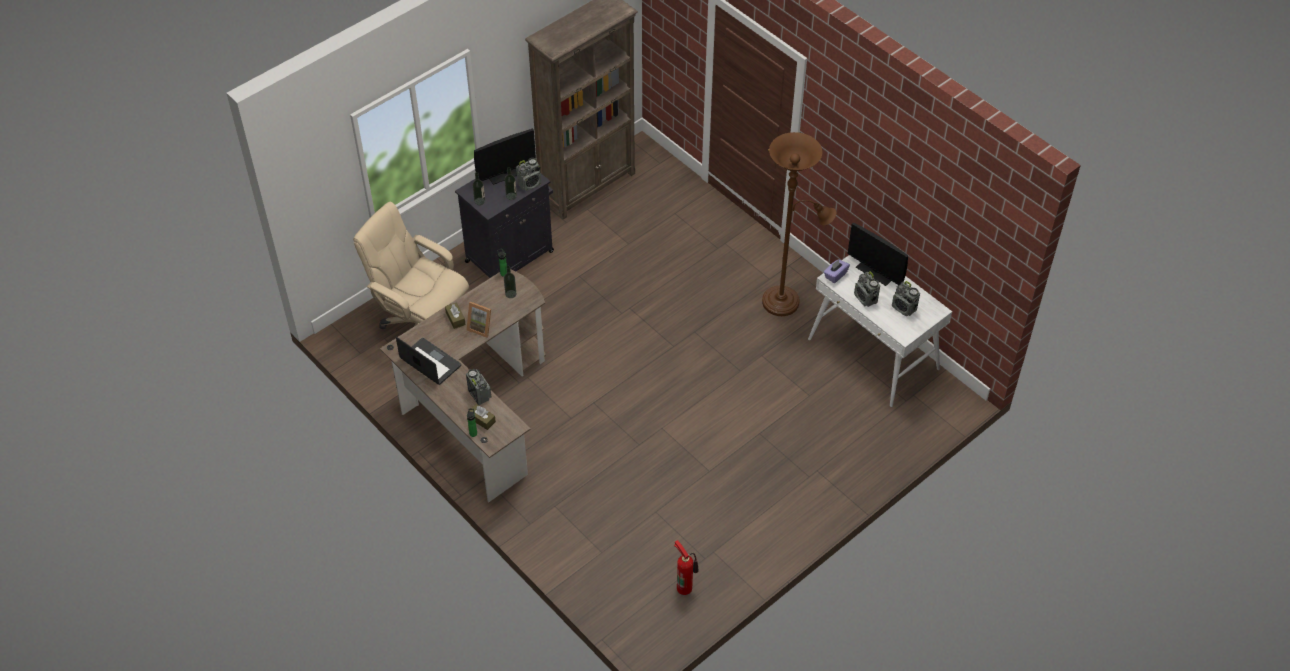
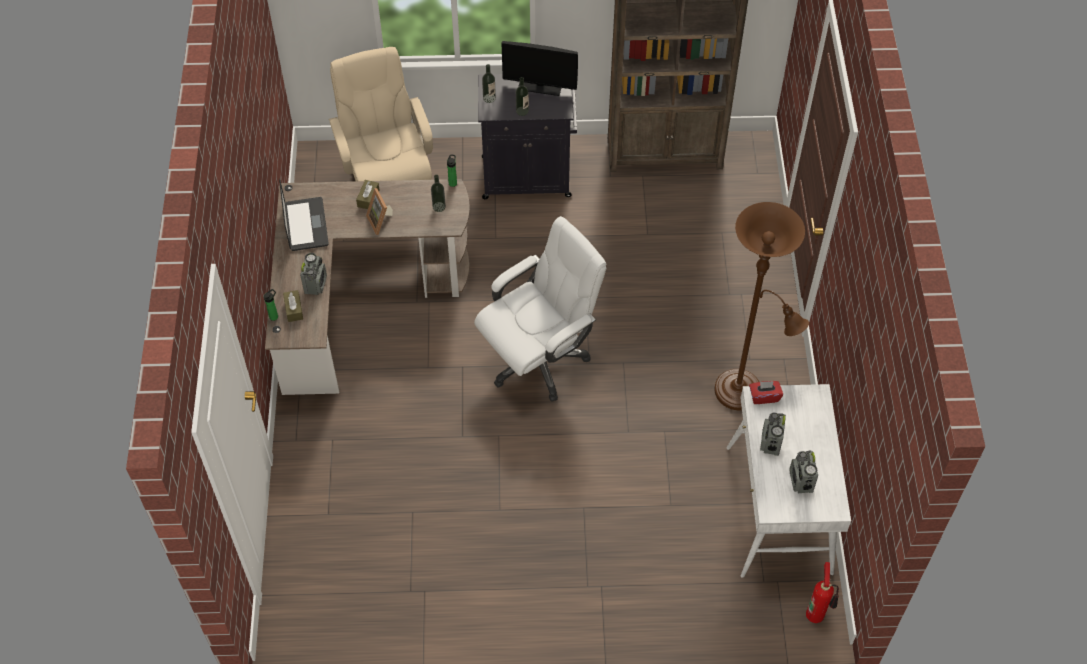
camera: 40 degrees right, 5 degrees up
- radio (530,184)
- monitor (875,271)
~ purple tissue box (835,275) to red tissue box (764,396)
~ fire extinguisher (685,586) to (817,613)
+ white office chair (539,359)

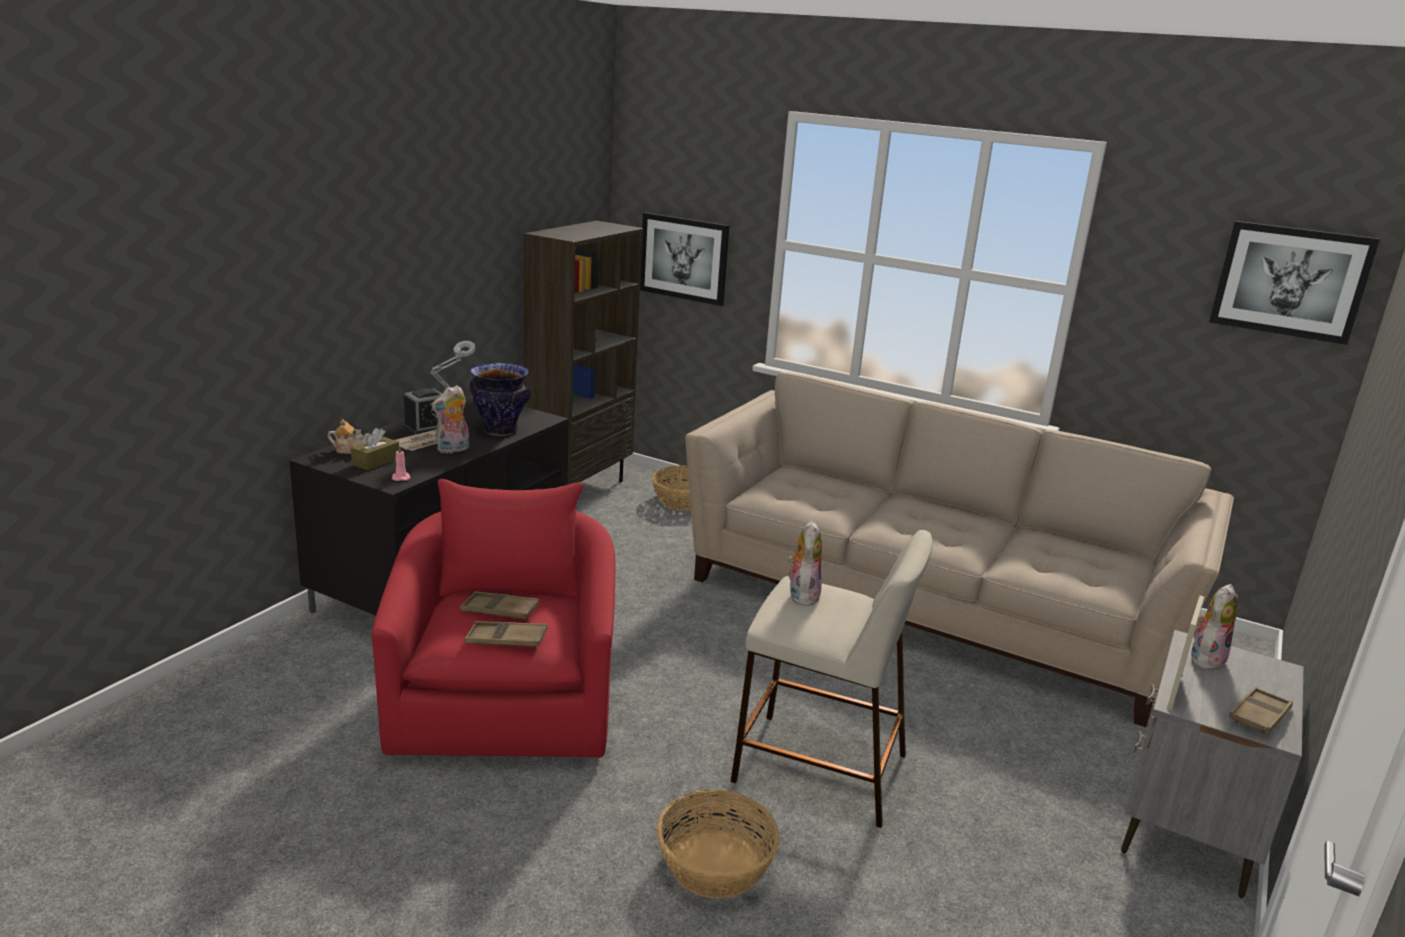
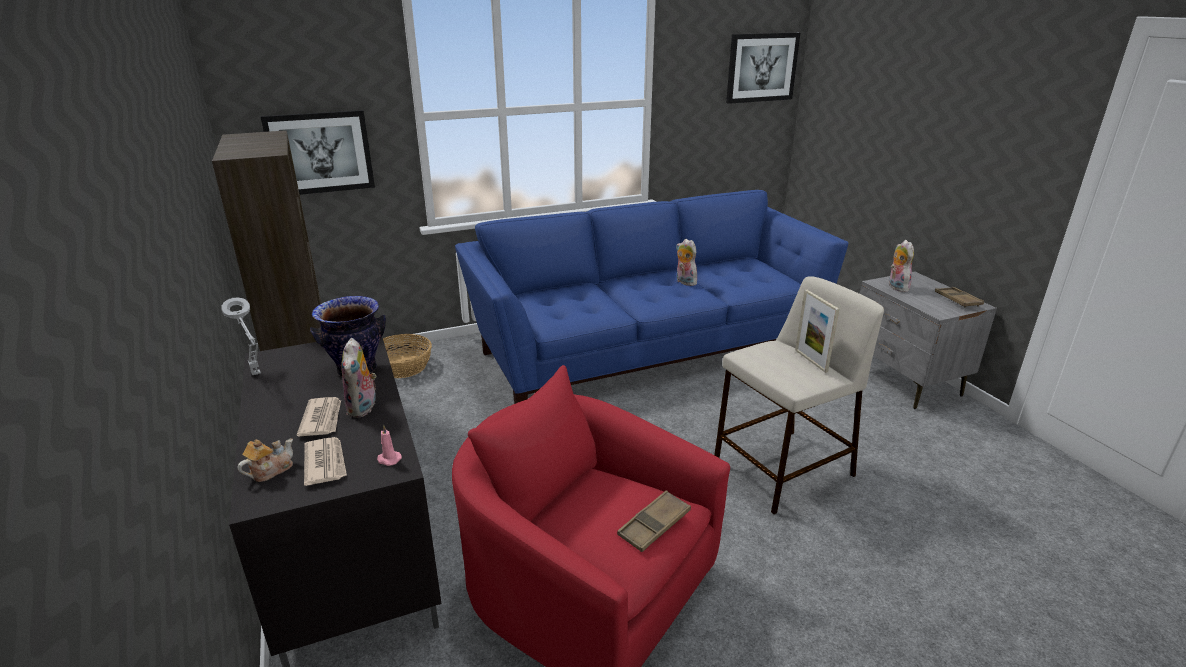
camera: 50 degrees left, 5 degrees up
~ beige sofa (930,605) to blue sofa (648,346)
- alarm clock (426,427)
~ brown tissue box (376,461) to newspaper (325,463)
~ plush toy (801,595) to (684,282)
- brown tray (499,610)
~ picture frame (1174,693) to (811,361)
- basket (715,865)

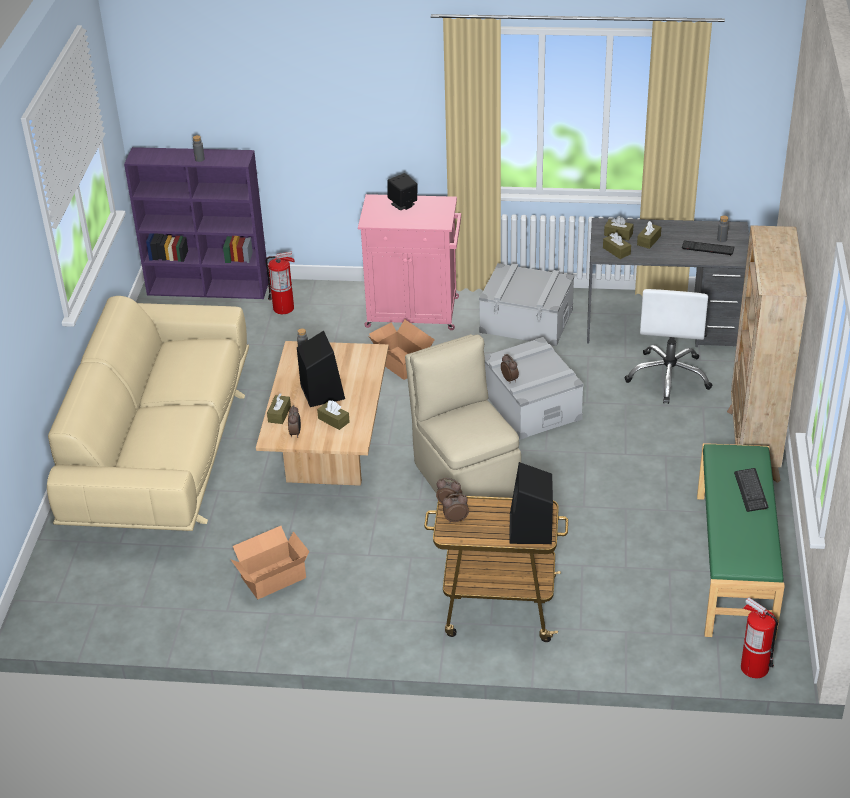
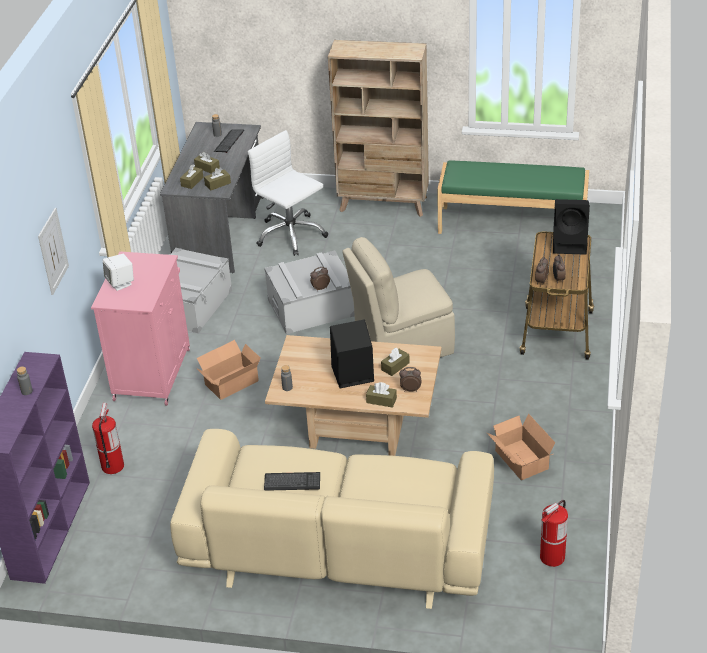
camera: 85 degrees left, 0 degrees up
~ black speaker (403,204) to white speaker (121,283)
~ white office chair (669,376) = (290,235) 150 degrees counterclockwise
~ keyboard (750,491) to (292,482)
~ fire extinguisher (754,668) to (552,557)
+ picture (53,251)

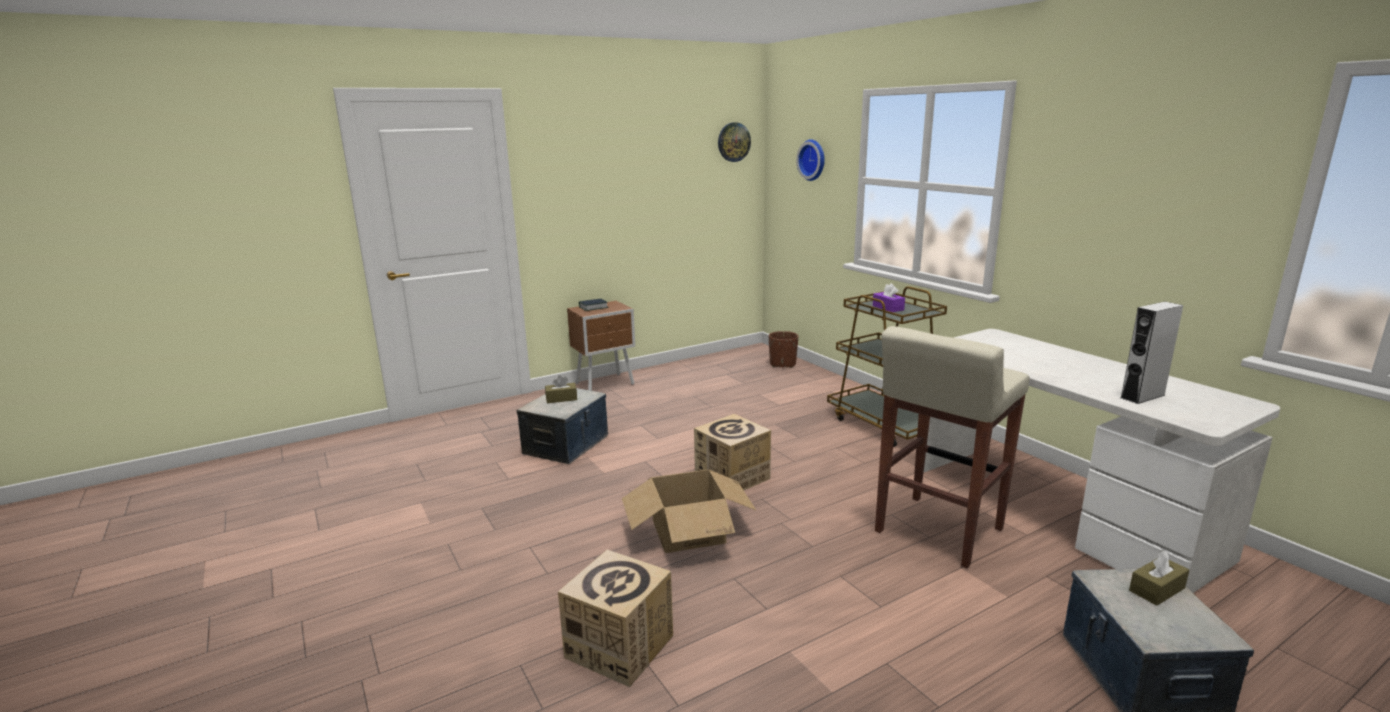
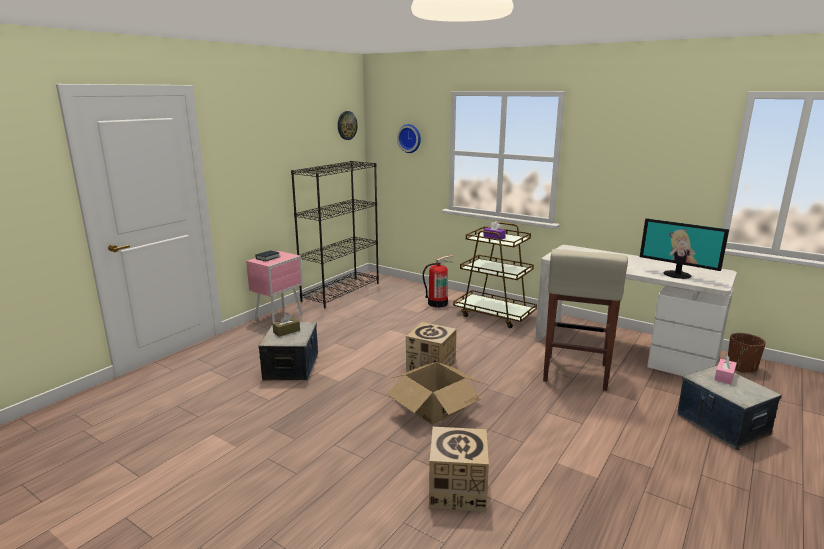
camera: 25 degrees left, 0 degrees up
~ brown nightstand (606,384) to pink nightstand (280,317)
~ grey speaker (1142,396) to monitor (677,274)
~ brown planter (782,364) to (741,367)
~ brown tissue box (1156,589) to pink tissue box (724,376)
+ black bookcase (341,292)
+ fire extinguisher (437,303)

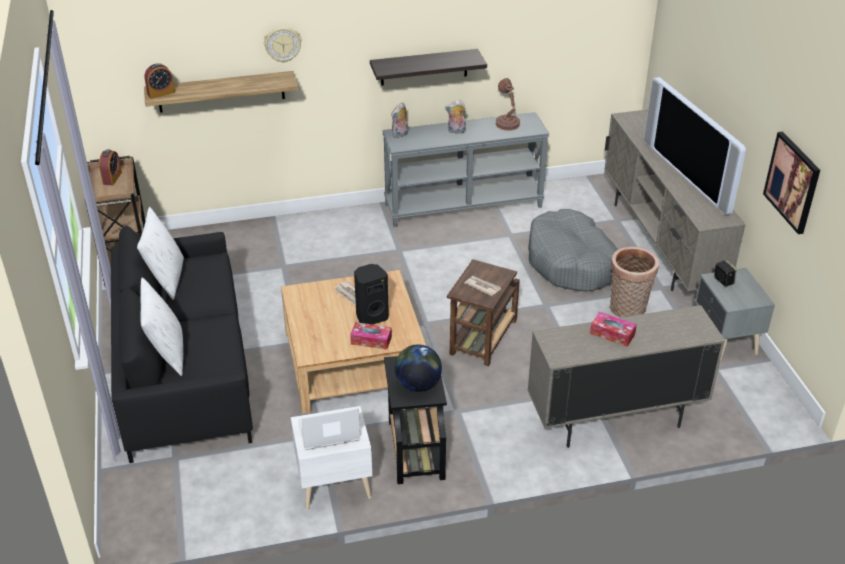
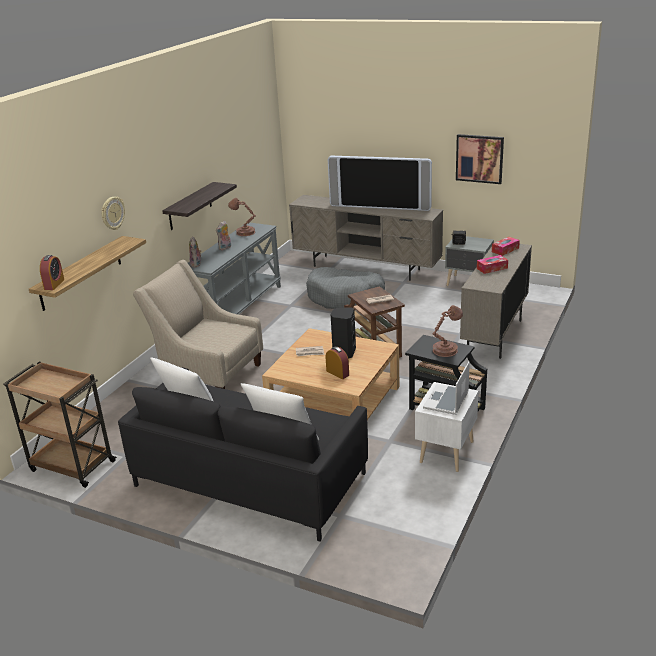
camera: 50 degrees left, 10 degrees down
~ alarm clock (112,178) to (337,373)
- basket (627,310)
~ tissue box (371,340) to (505,250)
~ globe (418,384) to brown table lamp (446,349)
+ beige armchair (208,375)

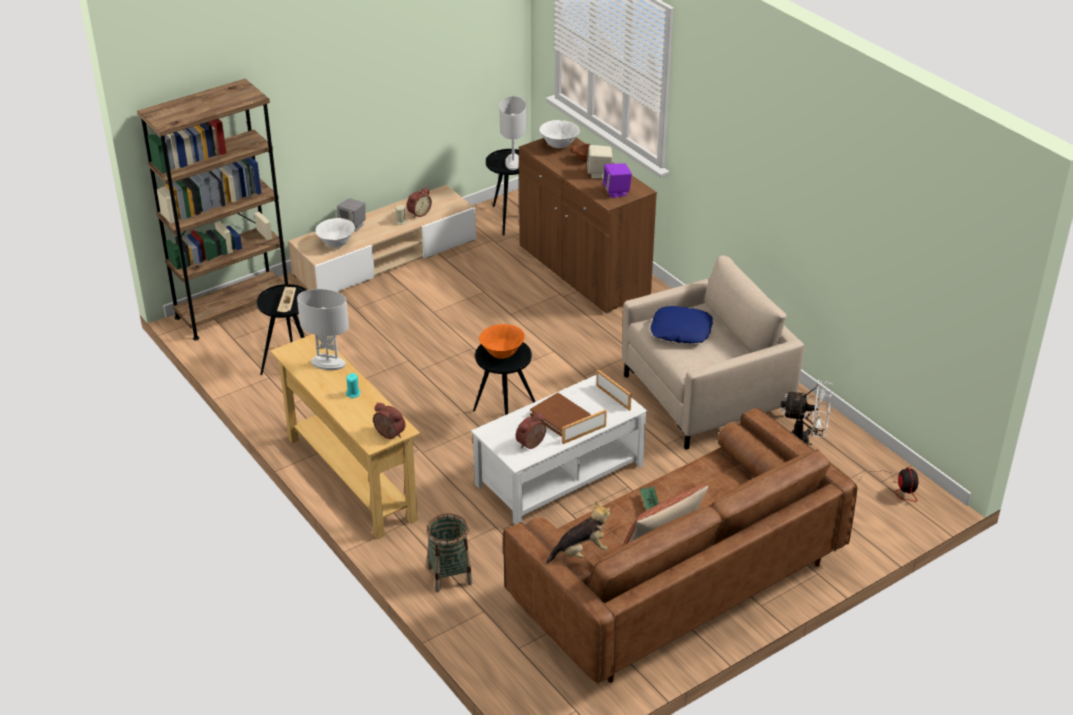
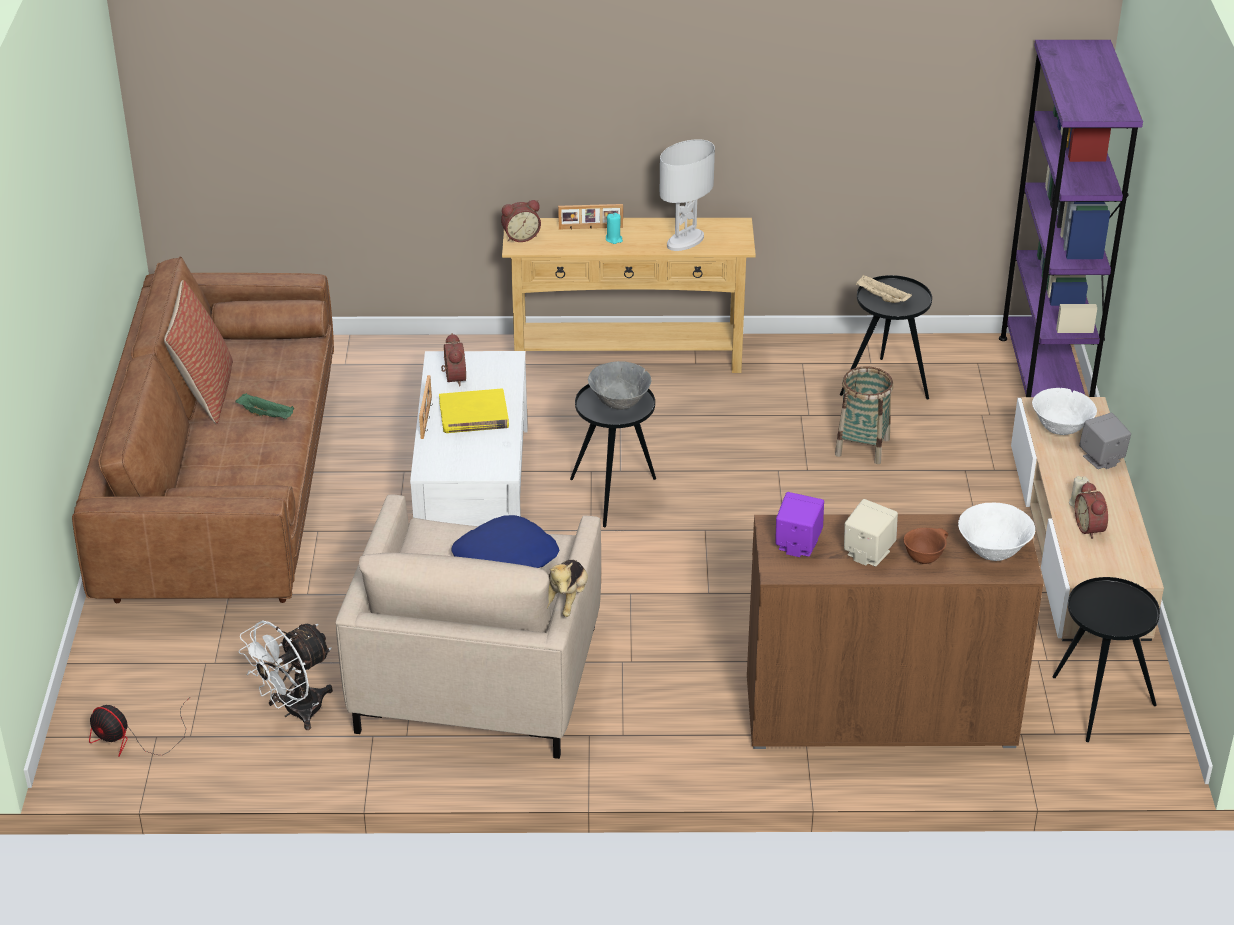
camera: 125 degrees right, 0 degrees up
~ brown bookcase (233,310) to purple bookcase (1044,380)
- white table lamp (513,163)
~ orange bowl (502,354) to grey bowl (619,404)
~ picture frame (614,397) to (590,228)
~ brown book (560,417) to yellow book (474,415)
~ plush toy (580,552) to (566,600)
~ basket (449,575) to (862,447)

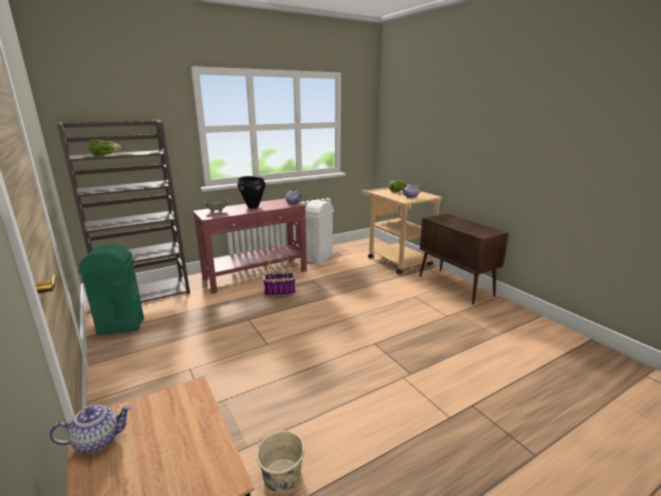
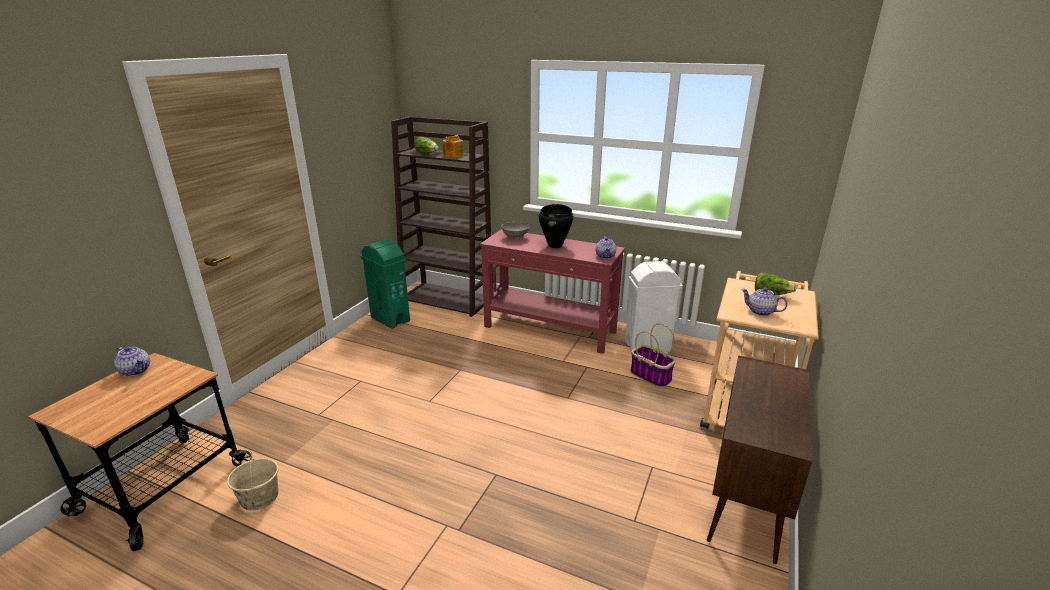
camera: 55 degrees right, 5 degrees up
~ basket (280,292) to (651,376)
+ teapot (453,155)

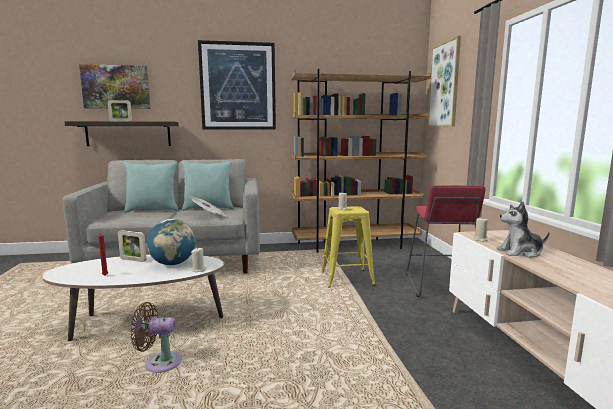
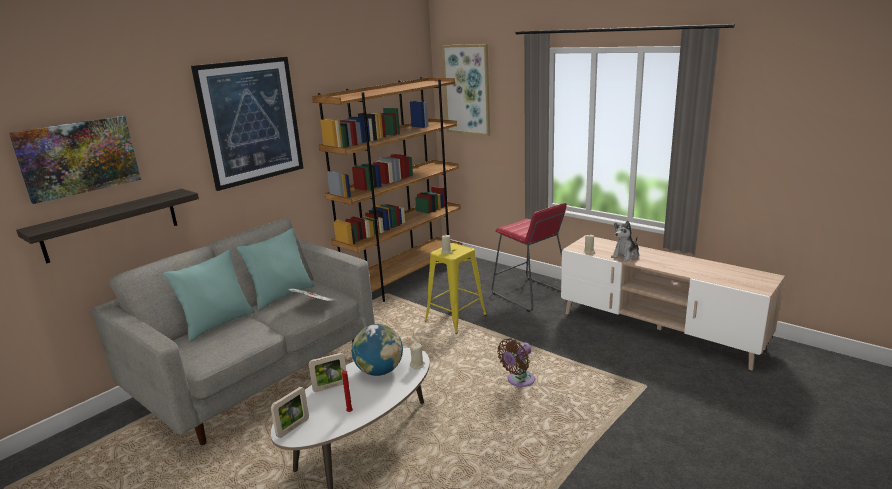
camera: 40 degrees left, 10 degrees up
~ picture frame (120,121) to (293,427)
~ brown fan (159,363) to (519,381)

